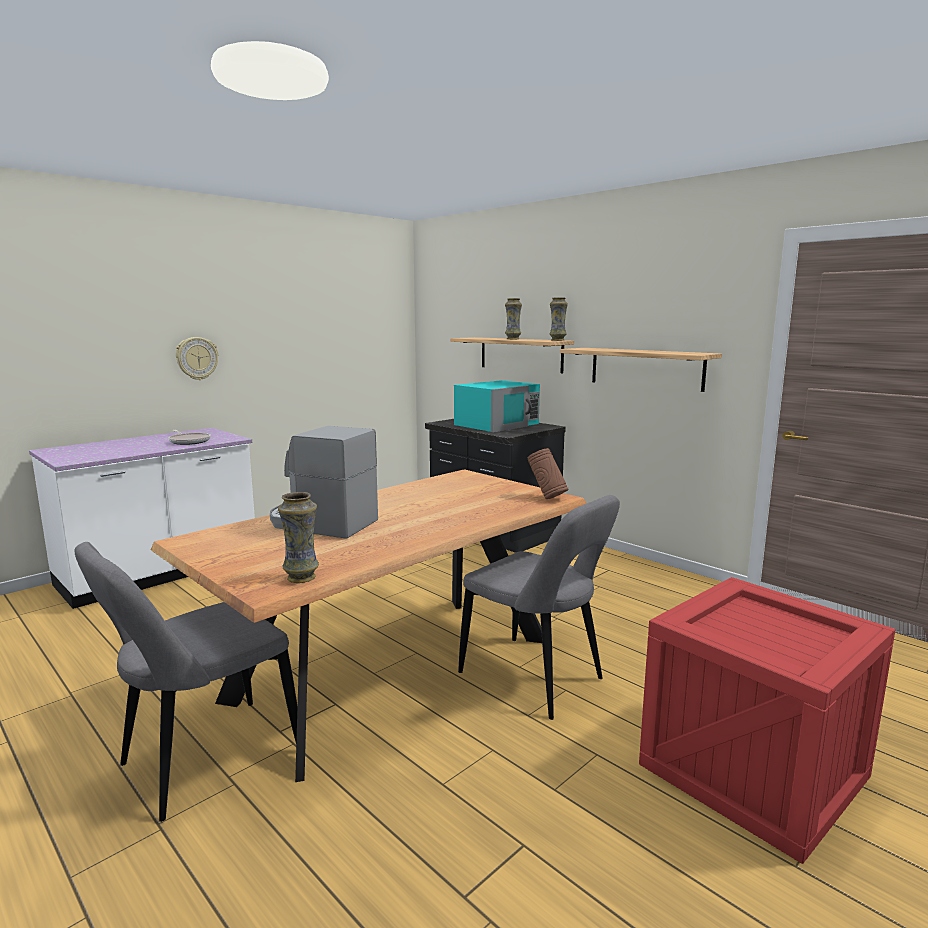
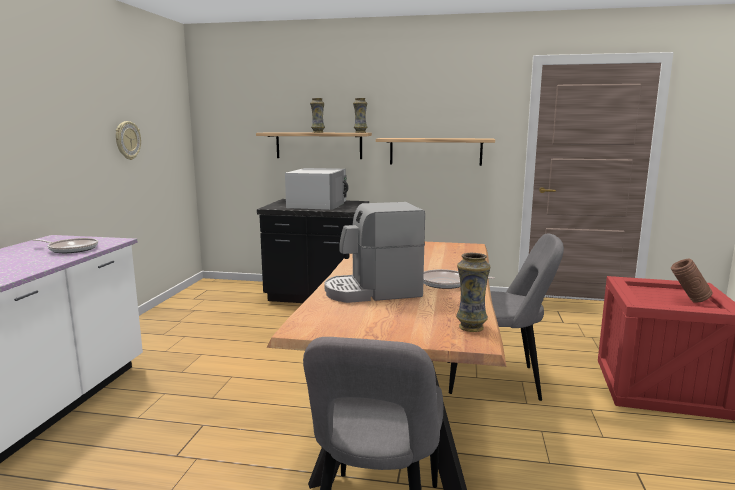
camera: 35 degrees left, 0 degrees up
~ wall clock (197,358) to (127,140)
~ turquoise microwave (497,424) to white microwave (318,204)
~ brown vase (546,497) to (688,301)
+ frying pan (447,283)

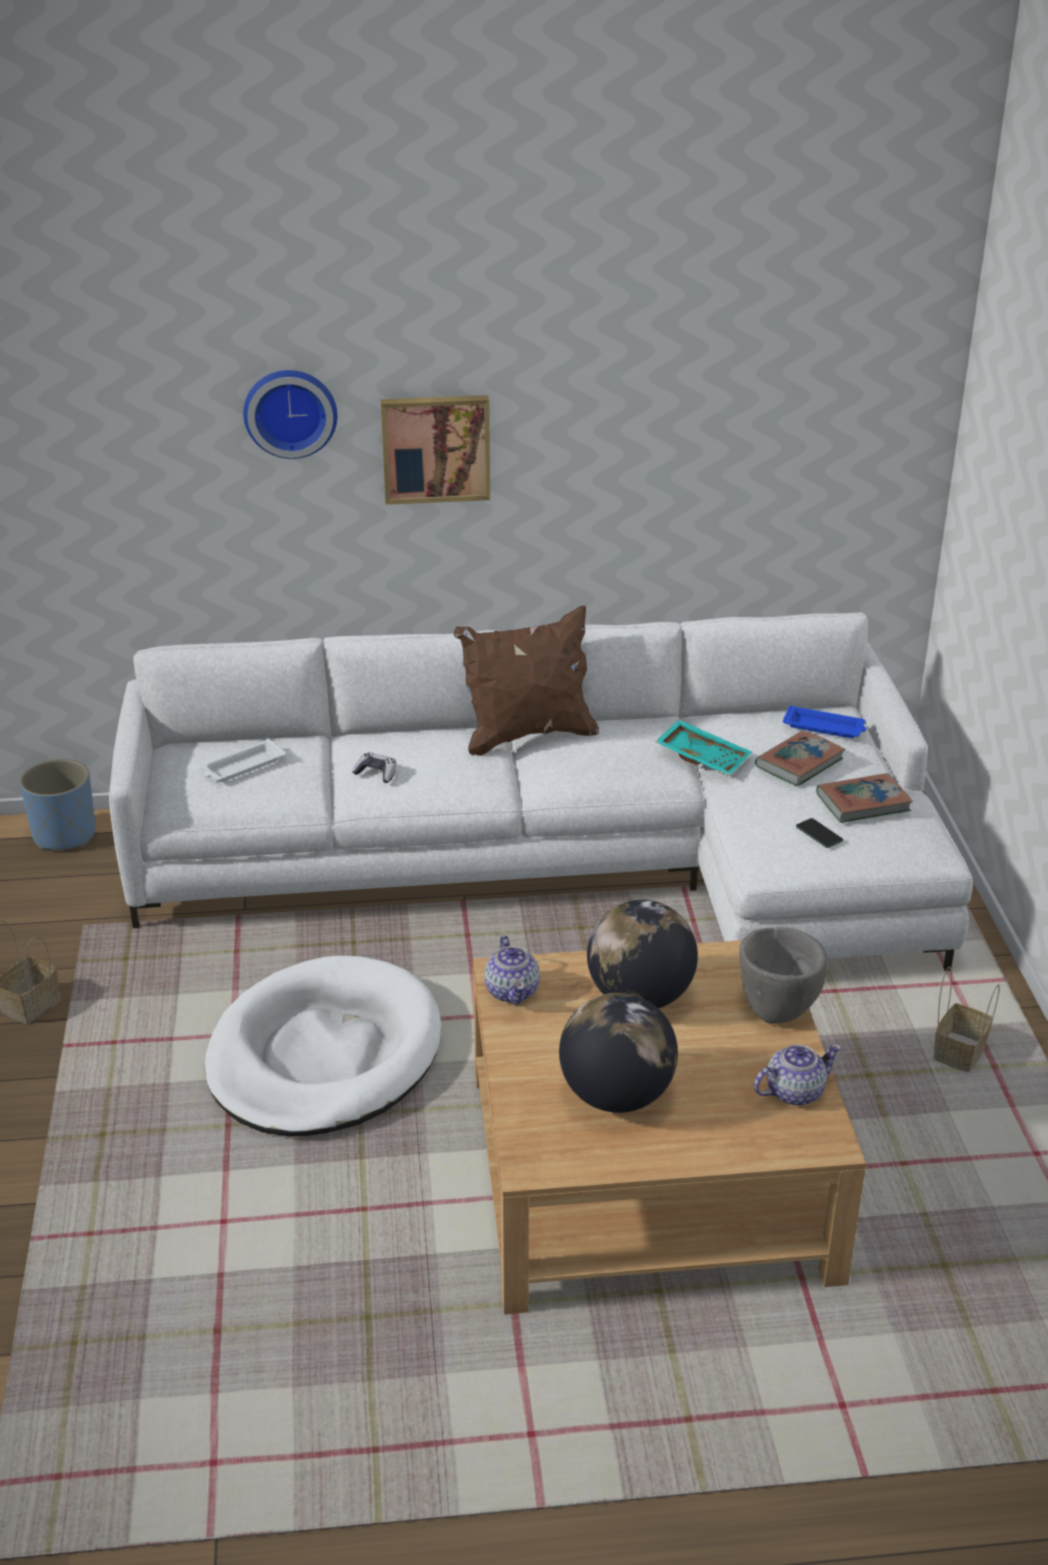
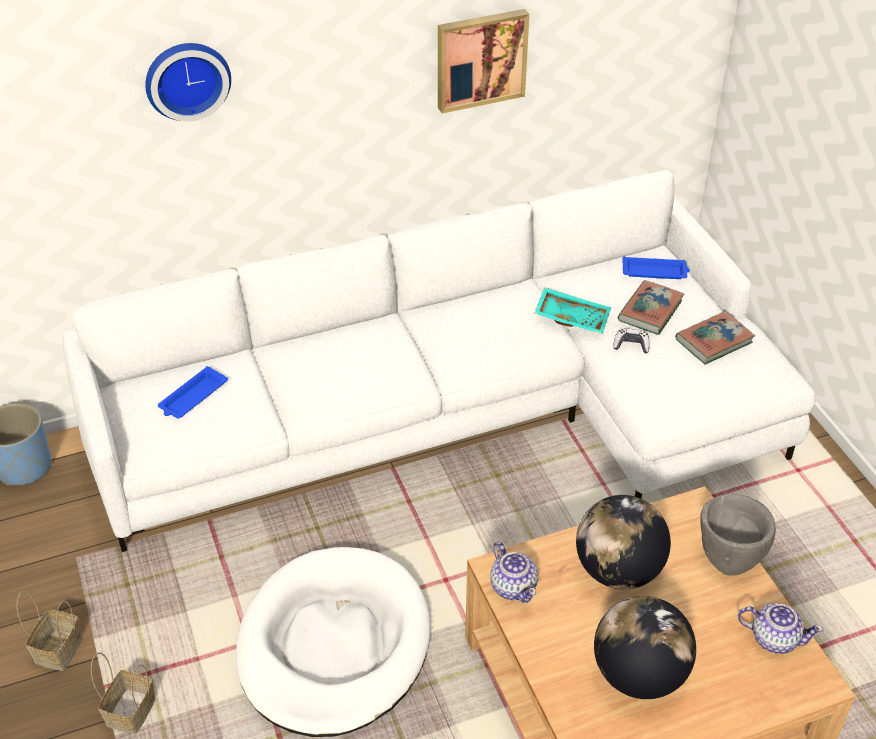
camera: 15 degrees left, 10 degrees up
~ picture (435,447) to (480,59)
- brown pillow (527,735)
~ white tray (242,766) to blue tray (192,397)
~ game controller (376,773) to (631,345)
- phone (819,834)
~ basket (958,1052) to (131,711)
~ teapot (793,1092) = (774,638) 60 degrees clockwise

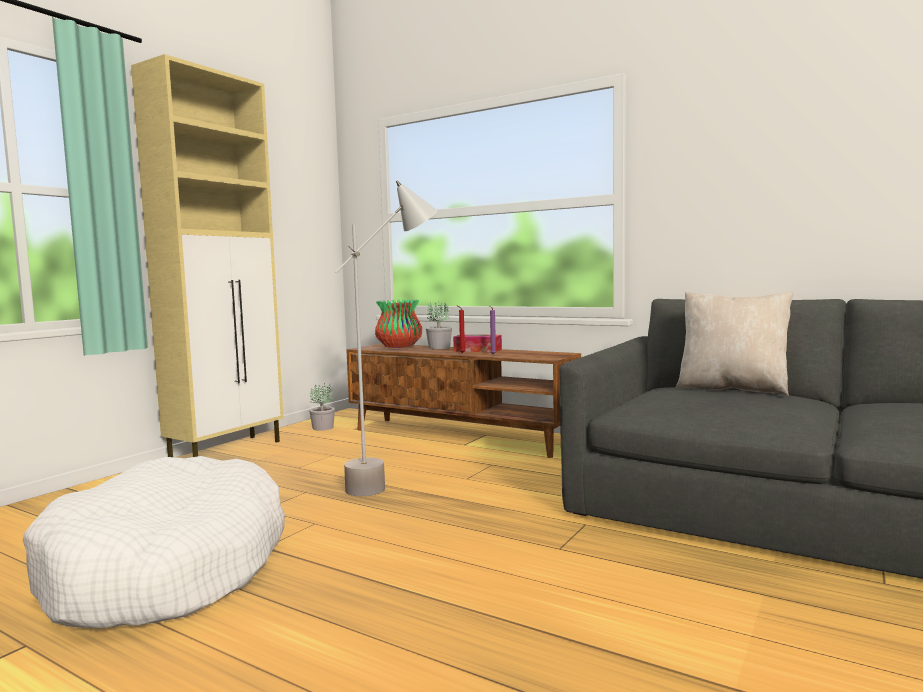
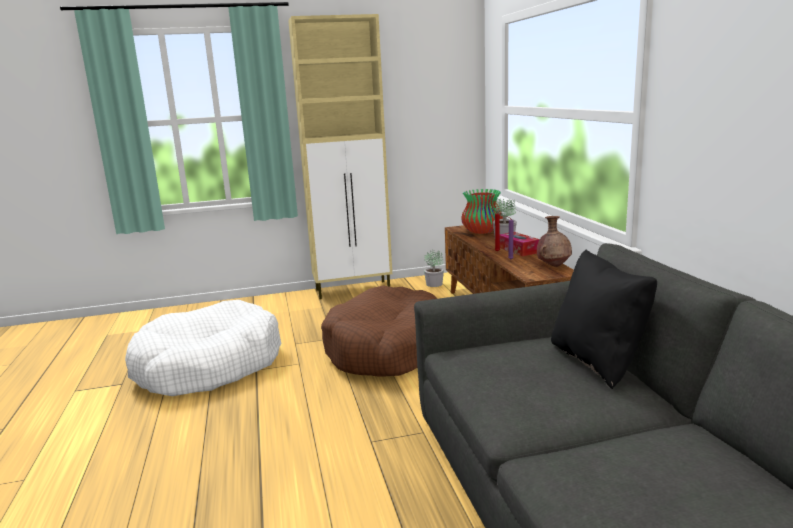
camera: 45 degrees right, 10 degrees up
~ grey floor lamp (395,482) to brown dog bed (387,349)
~ beige pillow (732,389) to black pillow (597,361)
+ brown vase (554,265)

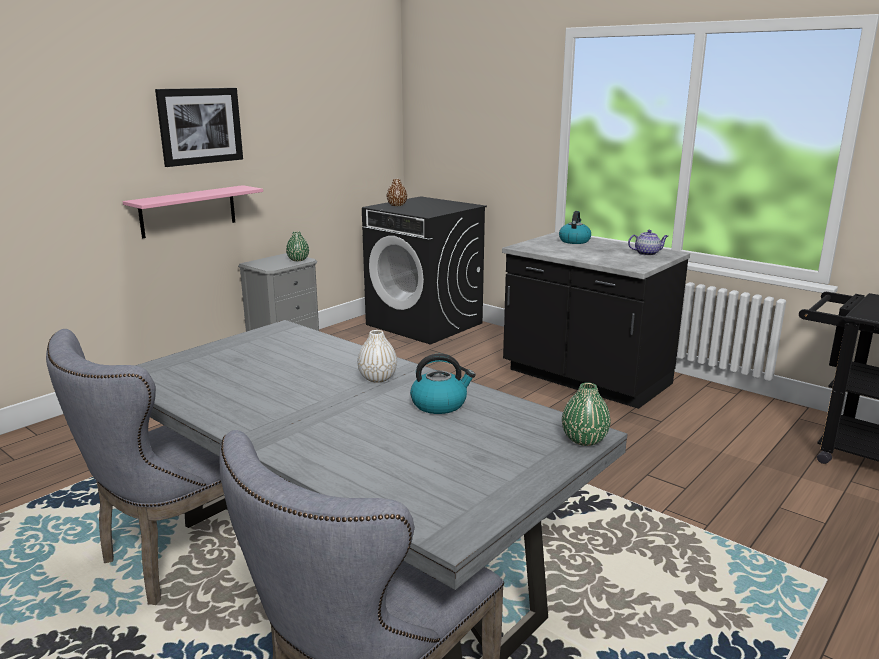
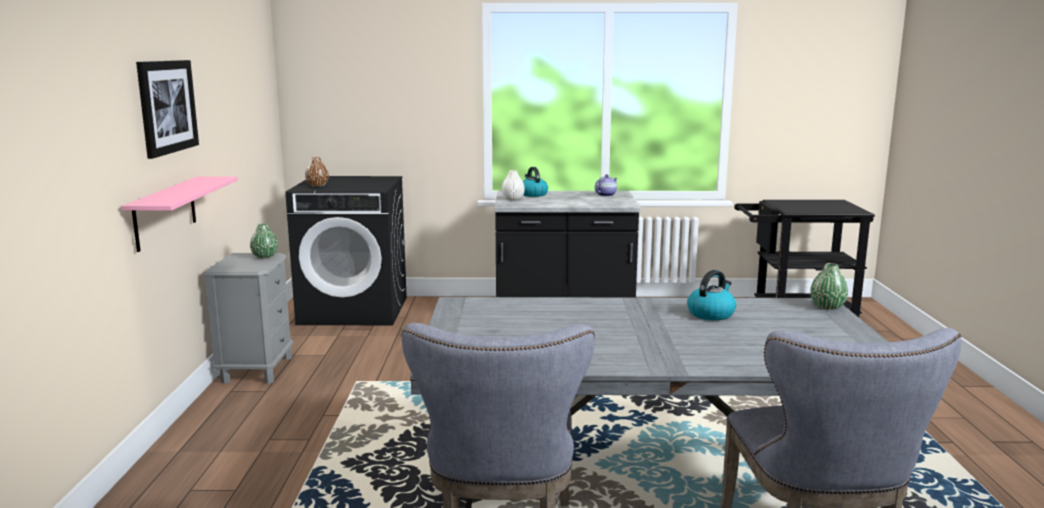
camera: 40 degrees left, 5 degrees down
~ white vase (377,378) to (513,199)

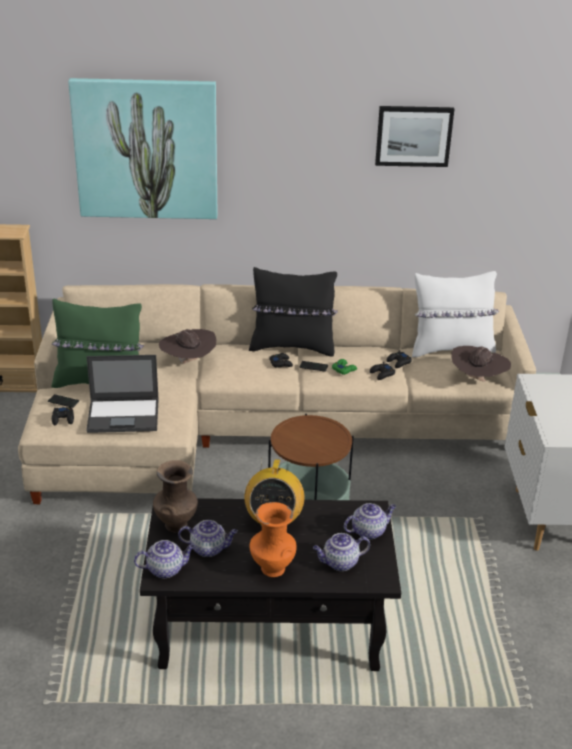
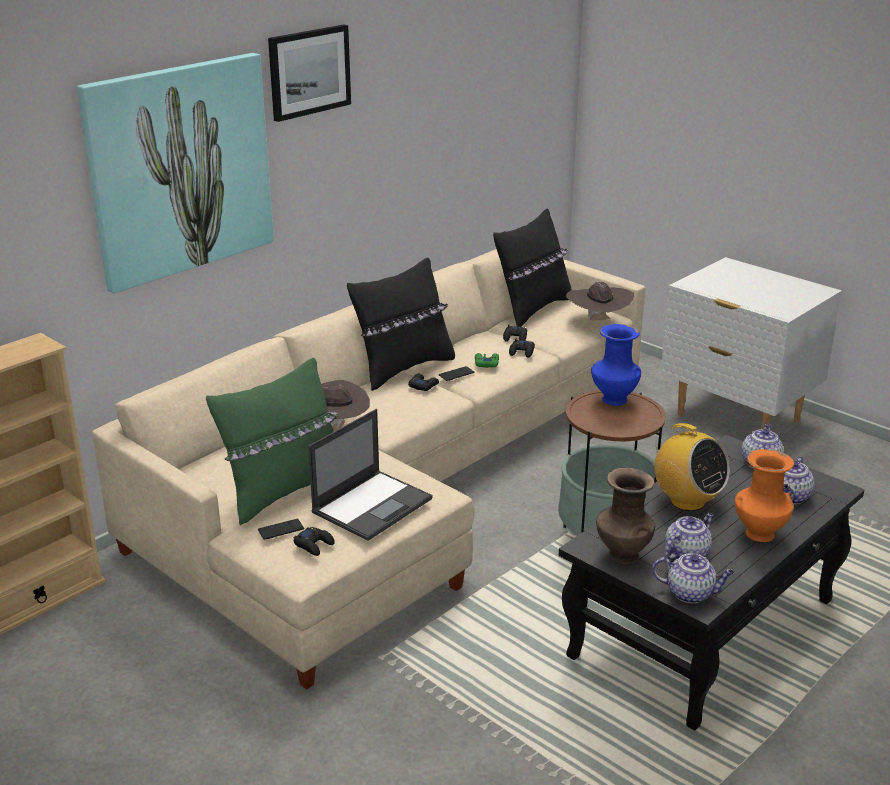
camera: 45 degrees left, 5 degrees down
~ picture (413,136) to (309,72)
~ white pillow (451,349) to black pillow (532,309)
~ teapot (166,569) = (691,593) 75 degrees clockwise
+ blue vase (613,400)

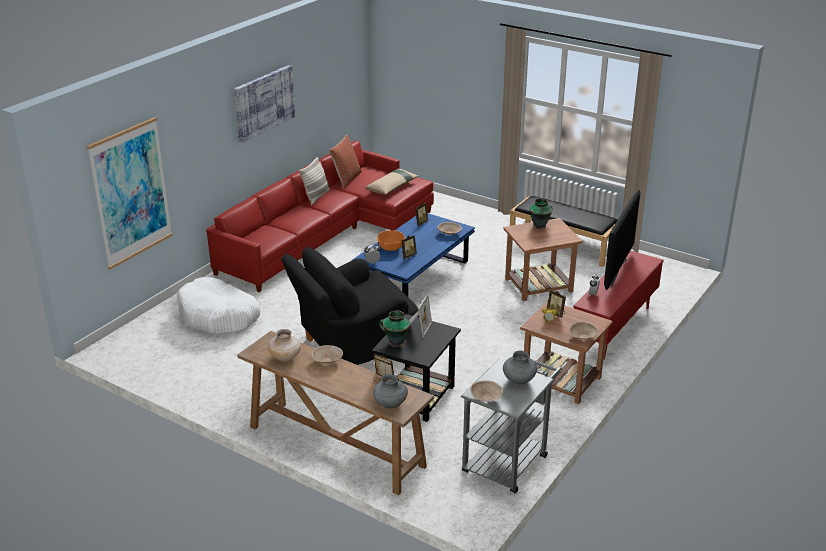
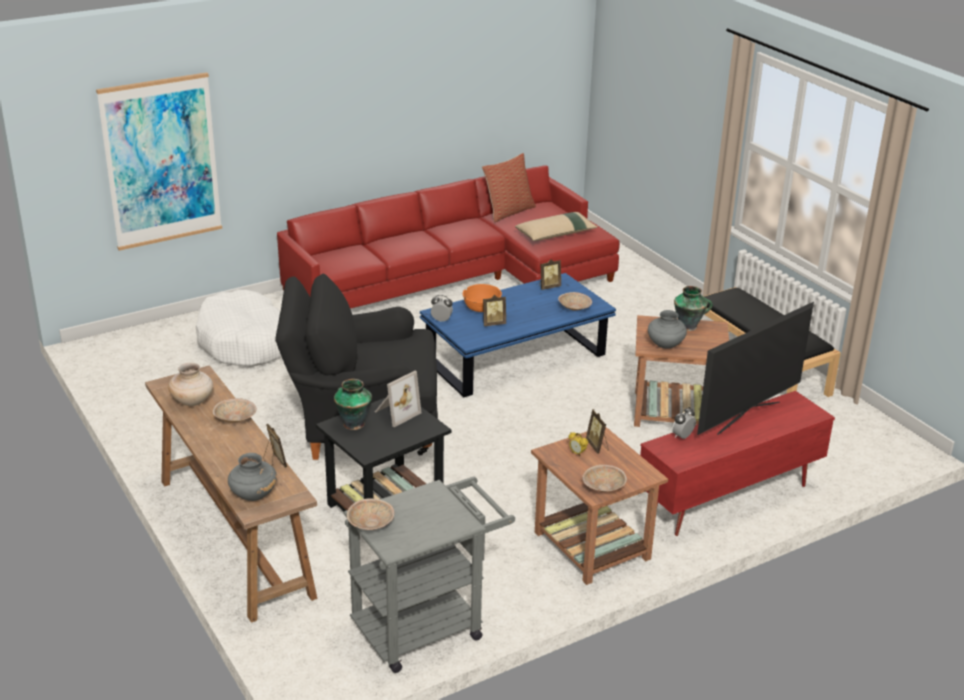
camera: 25 degrees right, 0 degrees up
- picture (263,102)
- pillow (316,197)
~ grey vase (519,380) to (665,345)

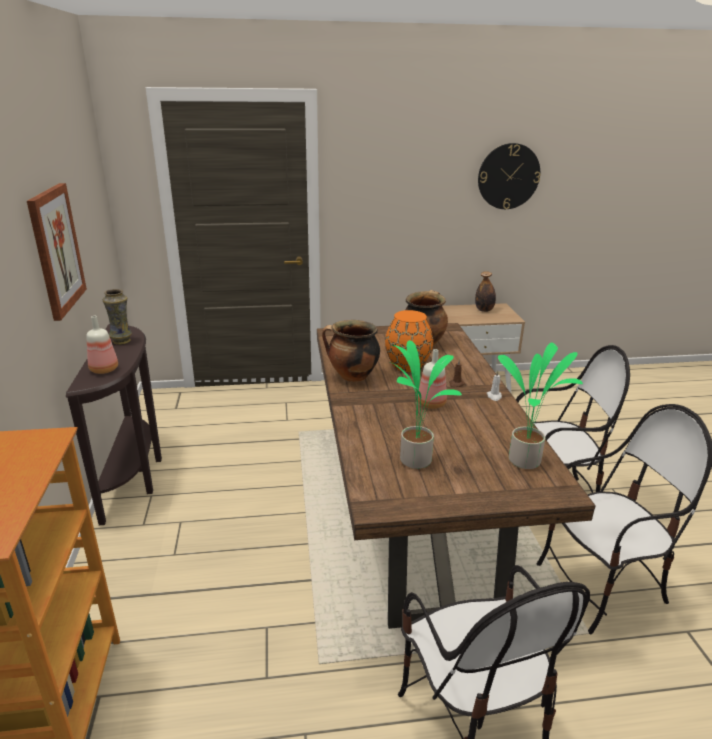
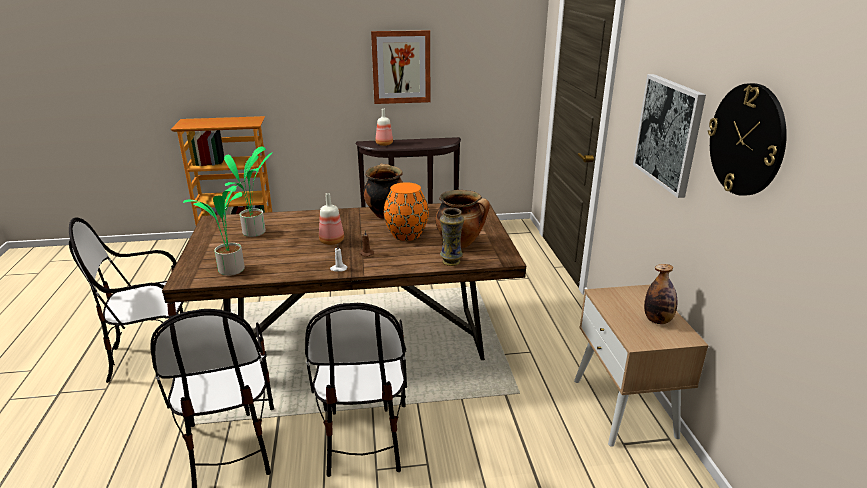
camera: 90 degrees right, 0 degrees up
~ vase (122,341) to (451,262)
+ picture (668,133)

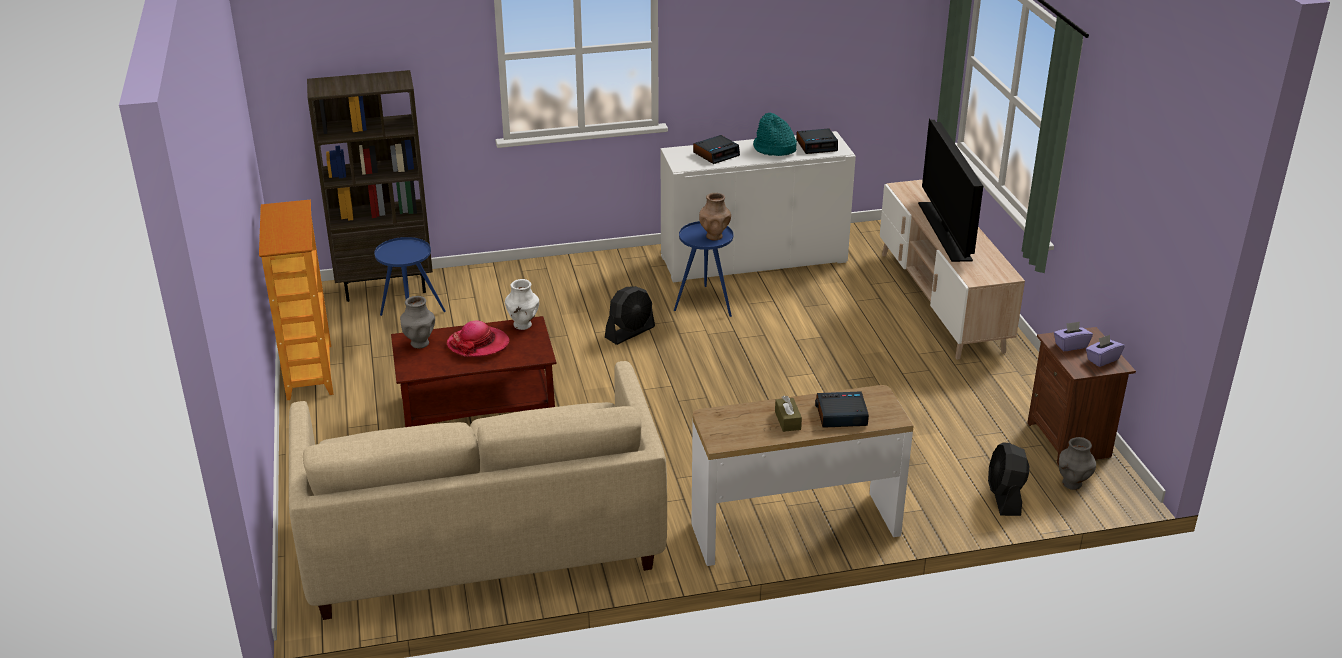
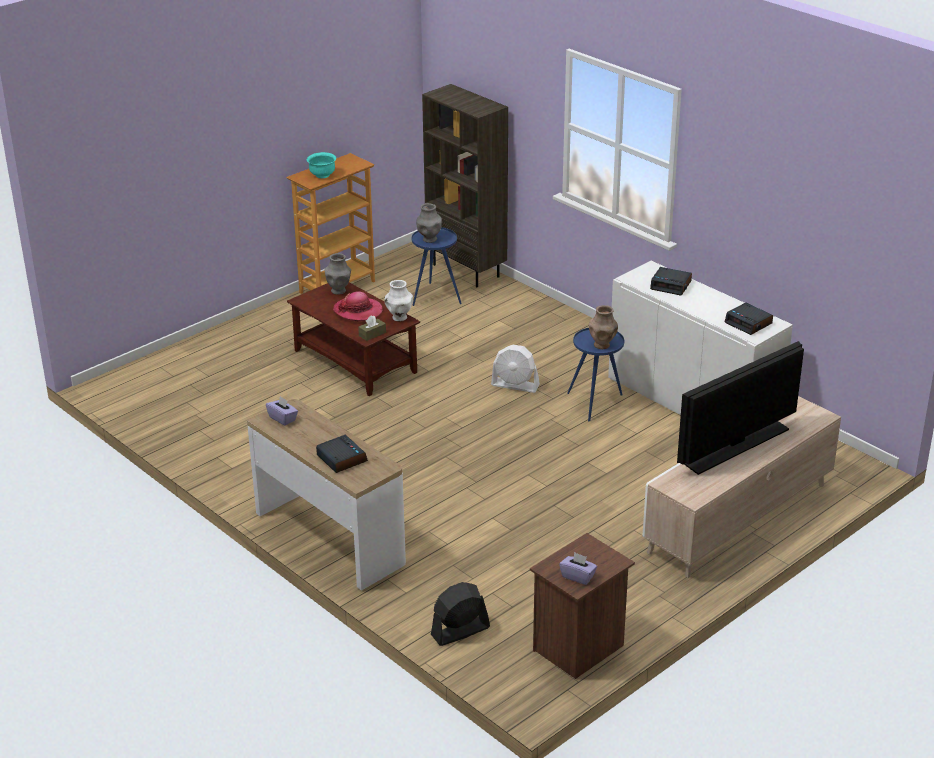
camera: 60 degrees right, 0 degrees up
- turquoise hat (774,149)
~ black fan (630,332) to white fan (515,385)
~ purple tissue box (1070,345) to (283,418)
- beige sofa (482,541)
~ brown tissue box (787,420) to (372,334)
~ grey vase (1072,484) to (429,239)
+ turquoise bowl (322,175)

